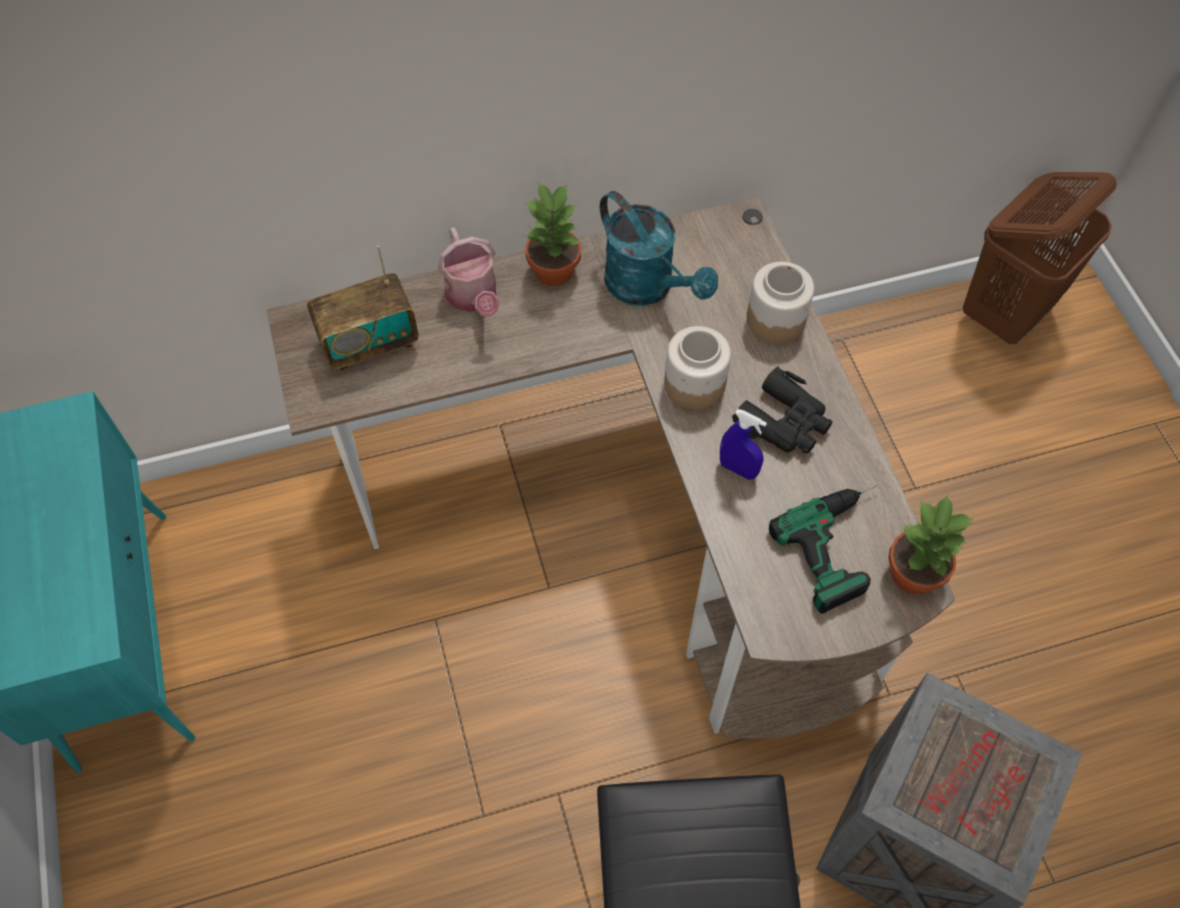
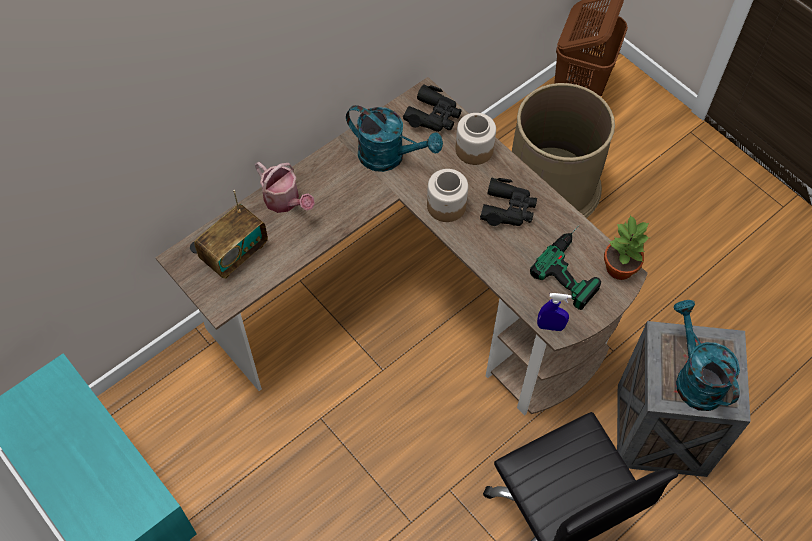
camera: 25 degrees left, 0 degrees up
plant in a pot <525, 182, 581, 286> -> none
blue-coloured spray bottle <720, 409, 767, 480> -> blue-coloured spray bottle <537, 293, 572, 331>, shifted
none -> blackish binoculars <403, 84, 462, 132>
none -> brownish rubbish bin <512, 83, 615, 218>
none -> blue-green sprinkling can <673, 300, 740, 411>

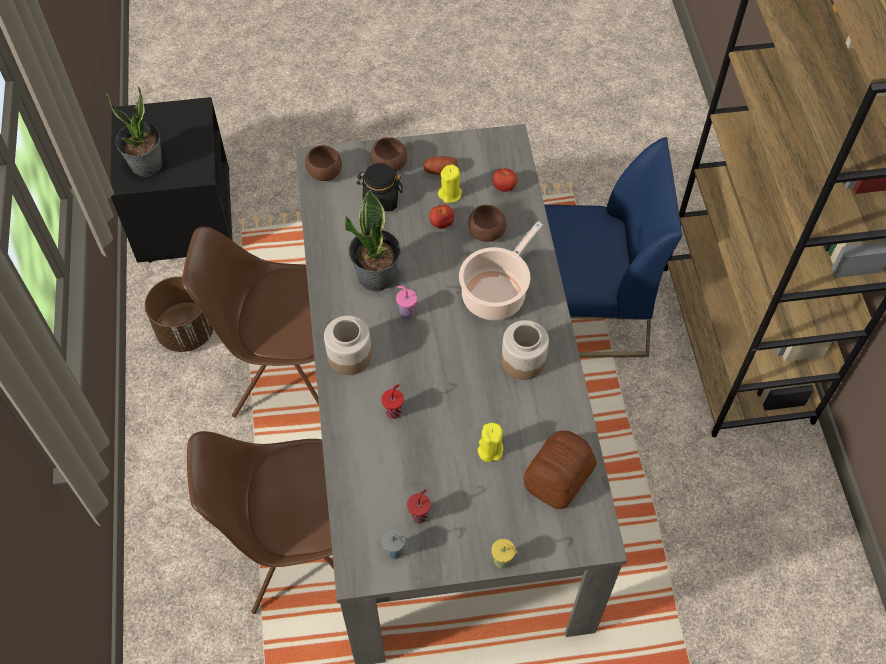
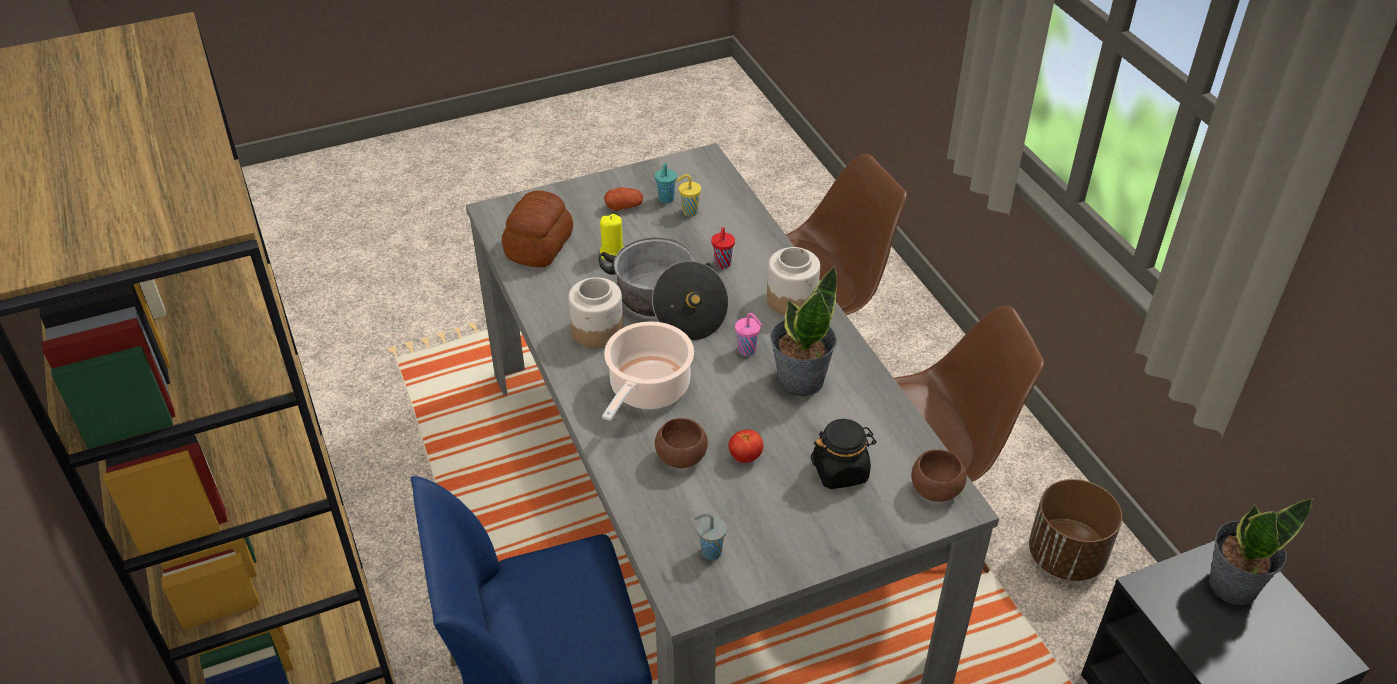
camera: 165 degrees right, 15 degrees down
brownish serving bowl <371, 137, 408, 171> -> none
greyish drinking cup <382, 529, 406, 559> -> greyish drinking cup <694, 513, 727, 560>, shifted
red drinking cup <407, 489, 431, 523> -> blue-green drinking cup <655, 163, 677, 204>
spud <423, 156, 457, 175> -> spud <604, 187, 643, 211>, shifted
yellow-coloured wax light <438, 164, 462, 203> -> none
yellow-coloured drinking cup <491, 539, 518, 569> -> yellow-coloured drinking cup <676, 174, 701, 217>, shifted
whole tomato <493, 169, 517, 192> -> none
none -> saucepot <598, 237, 729, 341>

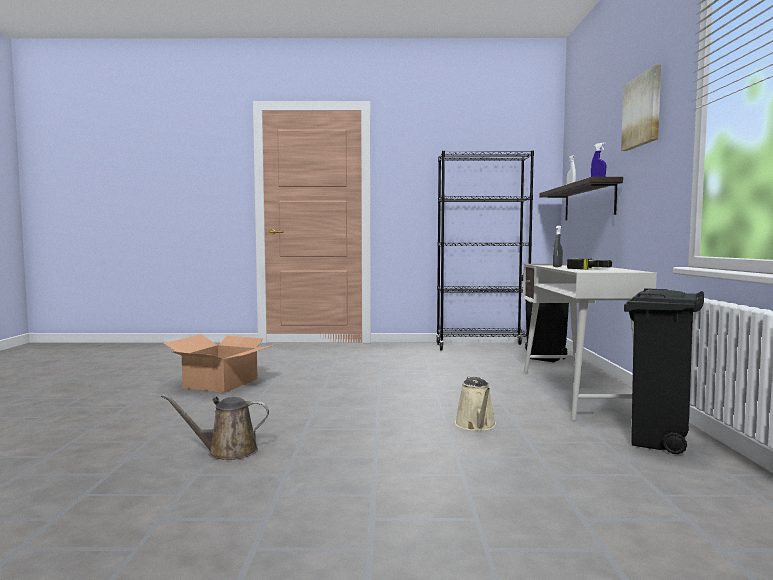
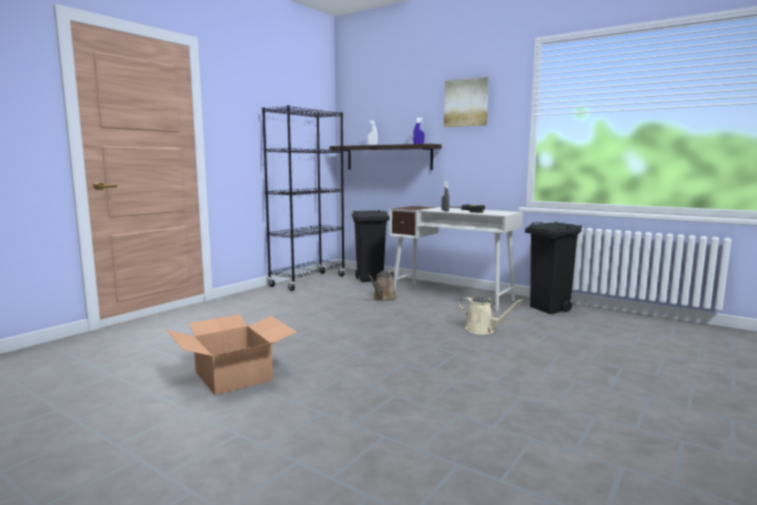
camera: 55 degrees left, 5 degrees up
brownish sprinkling can <161, 394, 269, 460> -> brownish sprinkling can <368, 271, 397, 301>, shifted

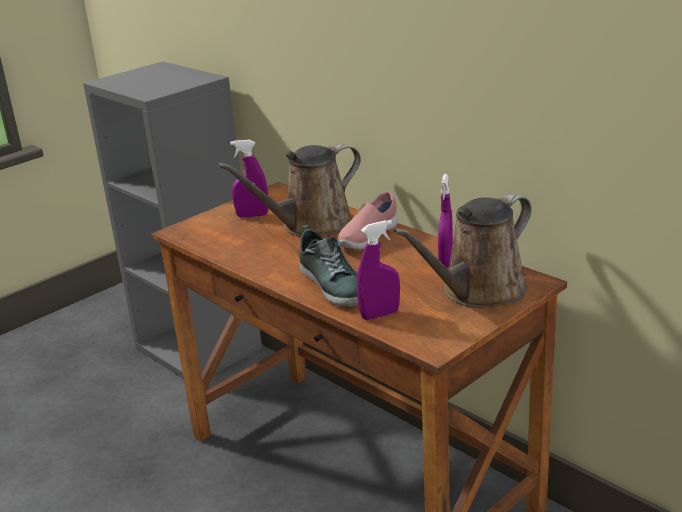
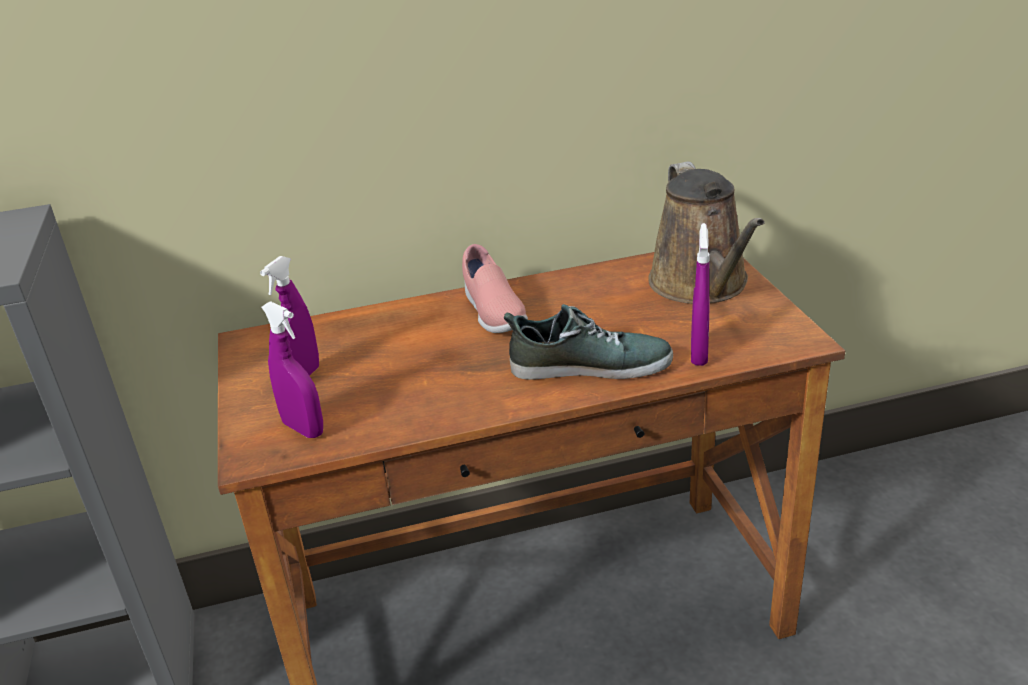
camera: 60 degrees left, 5 degrees up
brownish sprinkling can <217, 144, 361, 237> -> none
purplish spray bottle <438, 174, 453, 267> -> purplish spray bottle <261, 301, 323, 438>, shifted

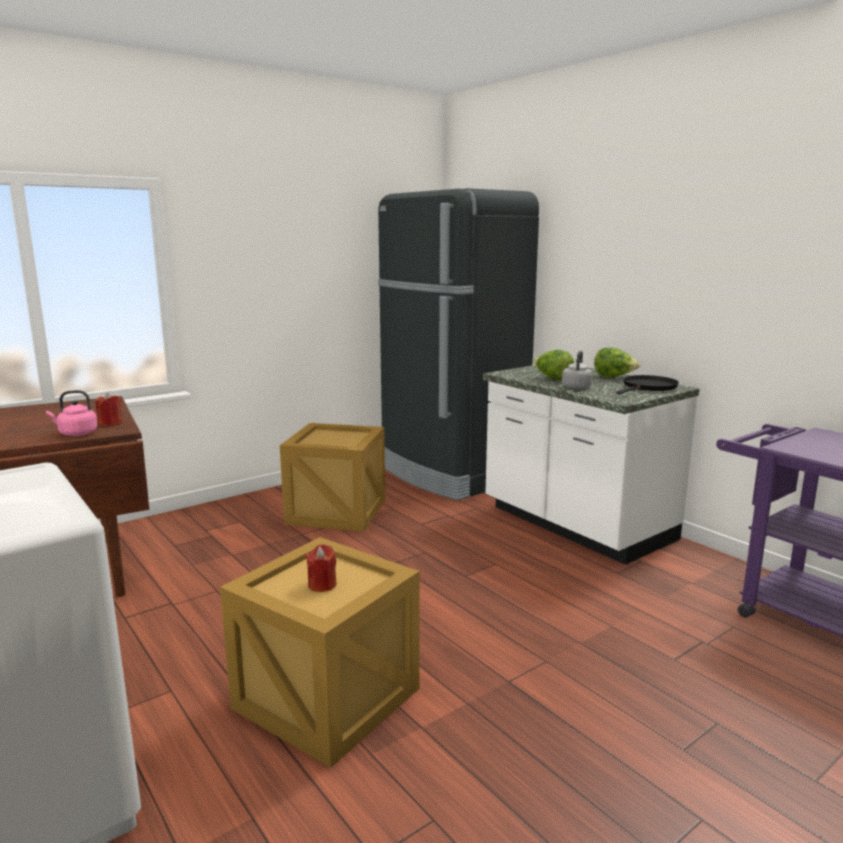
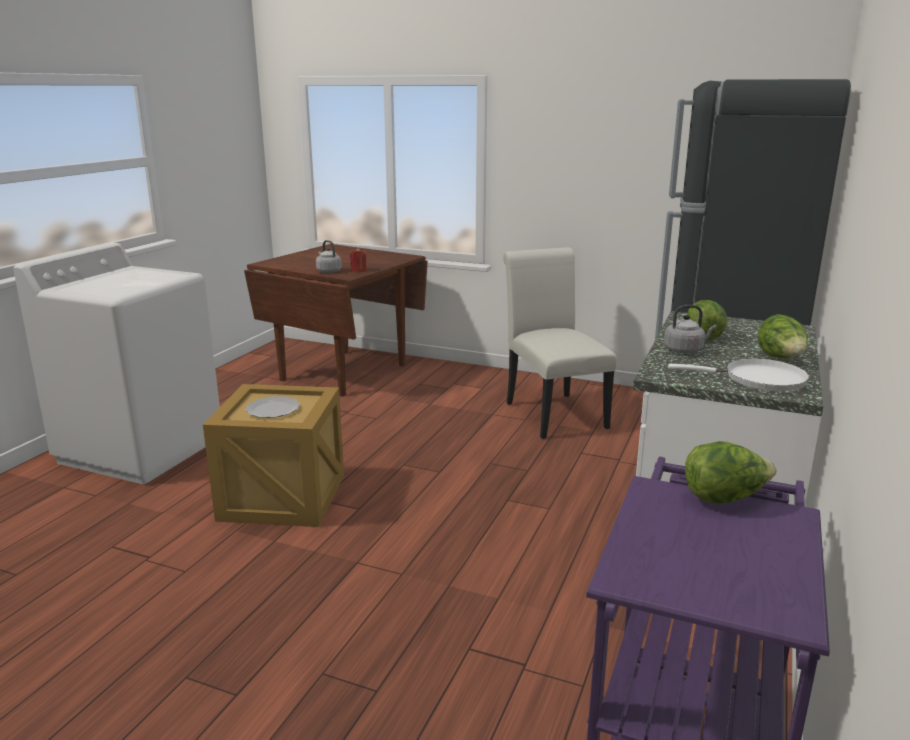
camera: 60 degrees right, 5 degrees up
pink-coloured water kettle <46, 390, 98, 436> -> greyish water kettle <316, 240, 342, 273>
packing crate <280, 423, 385, 532> -> whitish upright chair <503, 247, 617, 439>
red wax light <306, 544, 337, 592> -> flat dish <245, 396, 300, 418>
blackish skillet <616, 375, 679, 394> -> whitish skillet <668, 358, 809, 391>
none -> lettuce <685, 441, 777, 503>

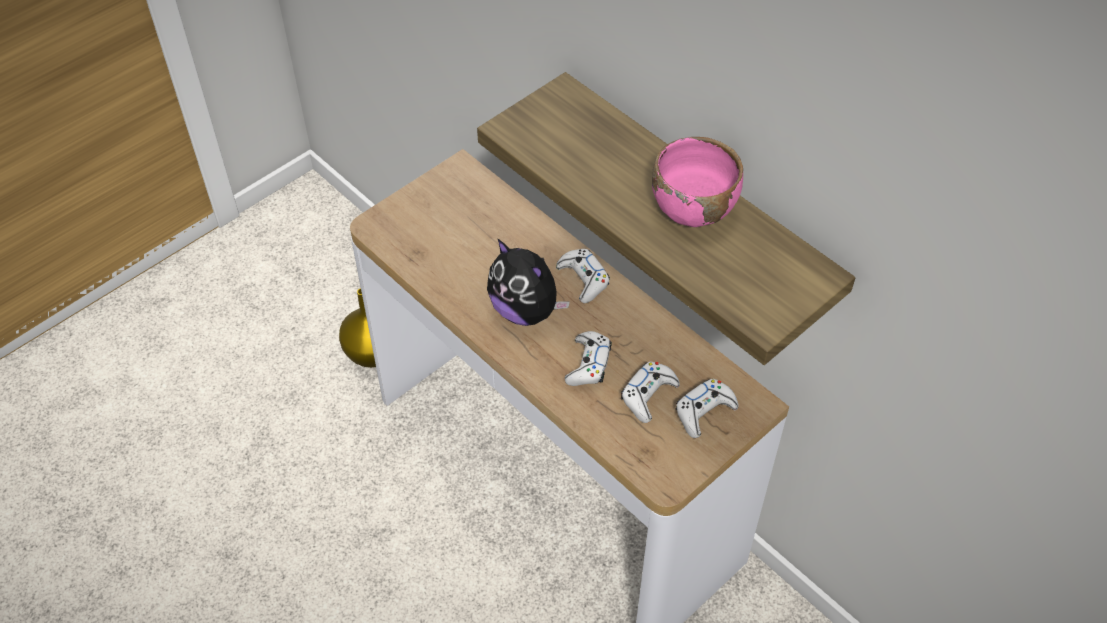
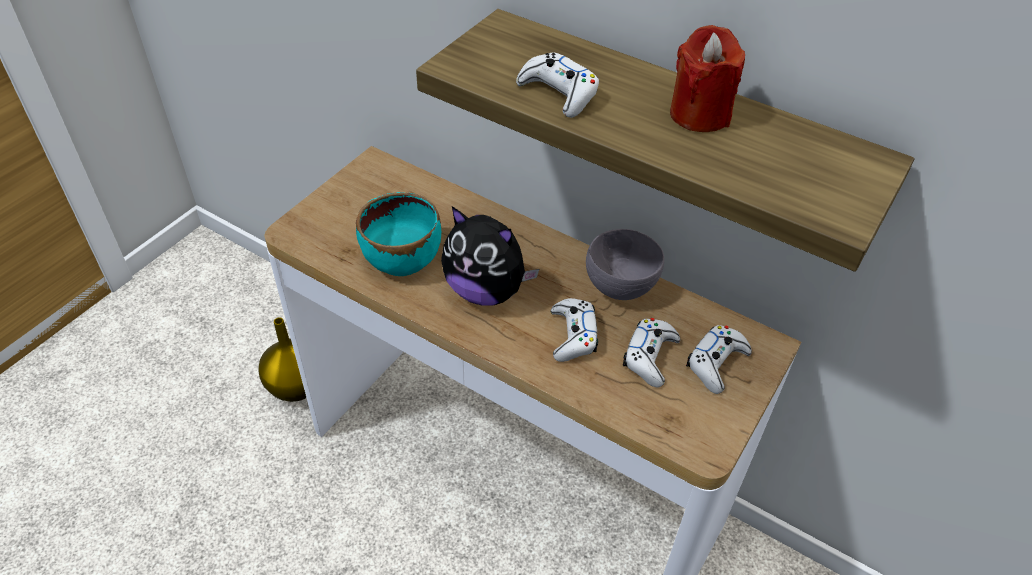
camera: 15 degrees left, 5 degrees down
whitish joypad <556, 249, 610, 303> -> whitish joypad <516, 53, 599, 118>, shifted
pink-coloured serving bowl <652, 137, 743, 227> -> red wax light <670, 25, 745, 132>
none -> blue-green serving bowl <356, 192, 441, 276>
none -> greyish serving bowl <586, 229, 664, 300>

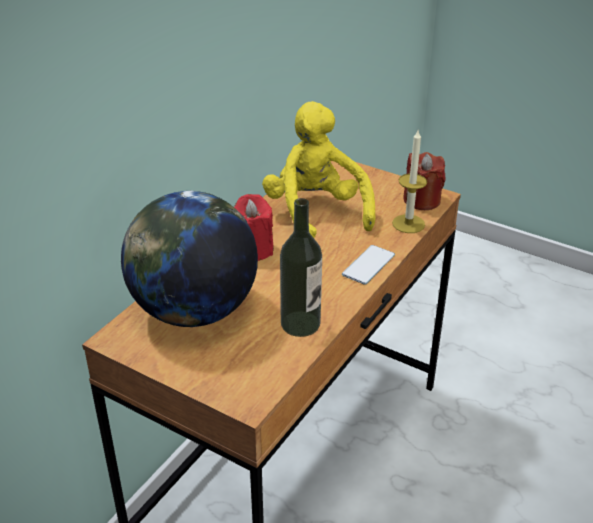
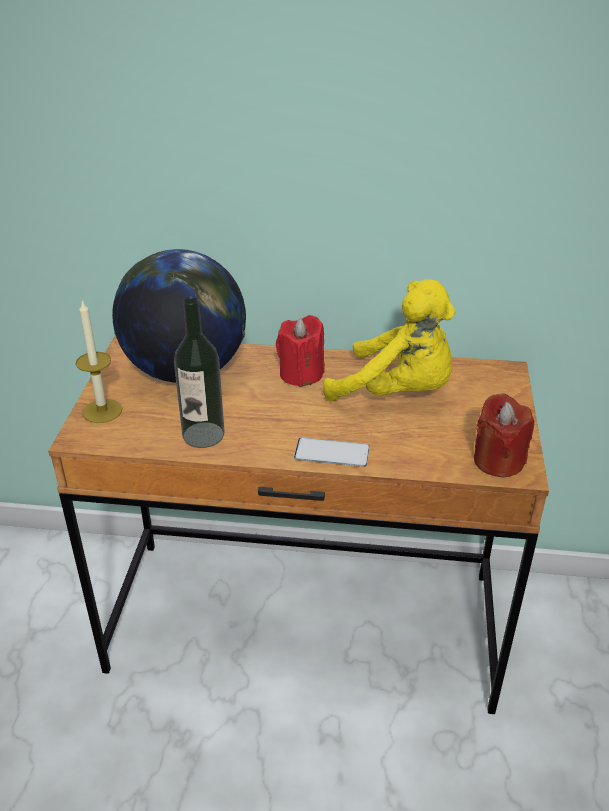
camera: 65 degrees right, 0 degrees up
yellow-coloured plush toy <262, 101, 376, 238> -> yellow-coloured plush toy <323, 279, 455, 402>, 75 degrees clockwise
wax light <392, 130, 428, 233> -> wax light <76, 300, 122, 423>, shifted

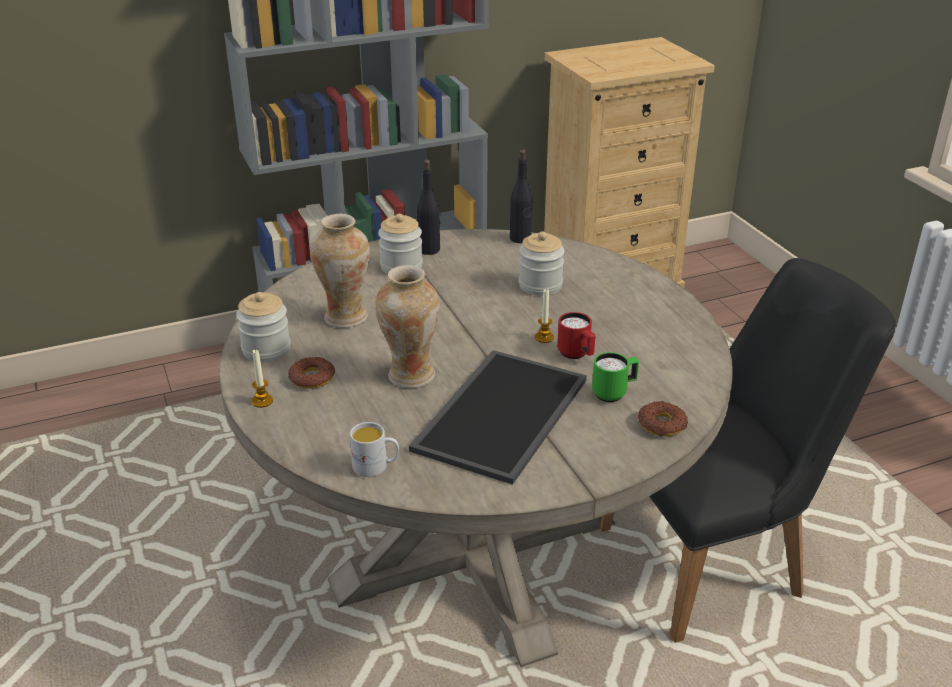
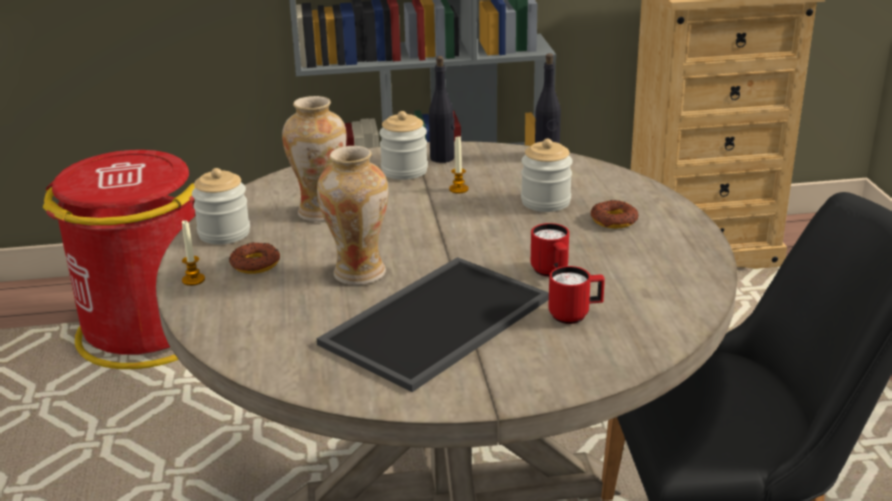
camera: 15 degrees right, 5 degrees down
whitish coffee mug <350, 422, 399, 477> -> none
wax light <535, 288, 554, 343> -> wax light <449, 137, 469, 193>, shifted
green-coloured coffee mug <592, 352, 639, 402> -> red coffee mug <548, 266, 605, 324>
ring doughnut <638, 401, 688, 436> -> ring doughnut <591, 200, 638, 229>, shifted
none -> red rubbish bin <43, 150, 196, 369>

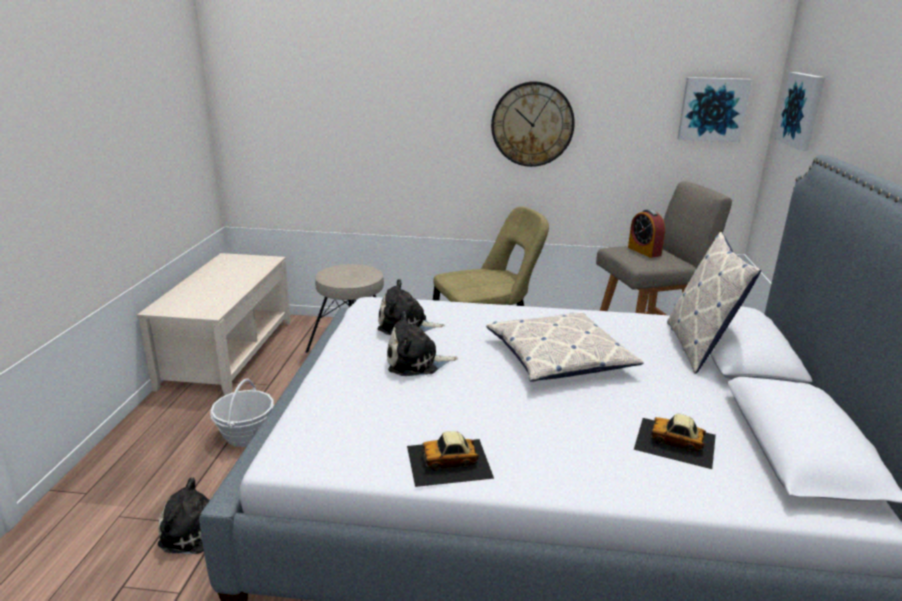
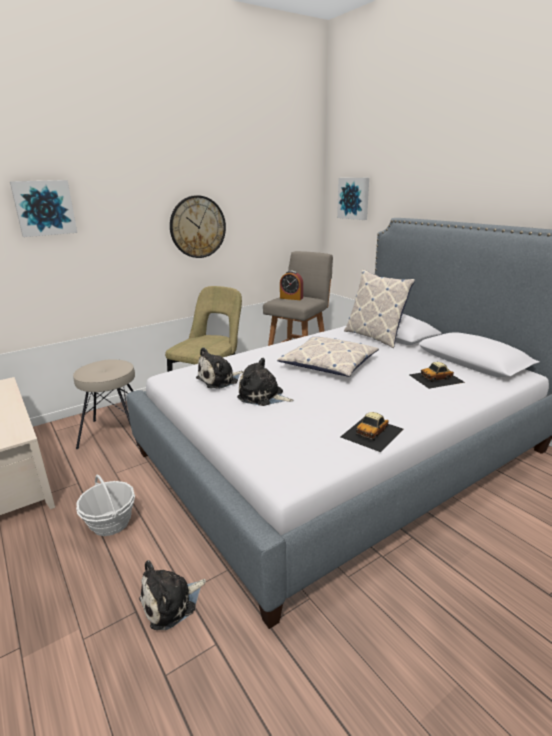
camera: 40 degrees left, 0 degrees up
plush toy <387, 311, 458, 376> -> plush toy <237, 358, 293, 406>, 75 degrees clockwise
wall art <677, 77, 752, 142> -> wall art <10, 180, 77, 237>, shifted

